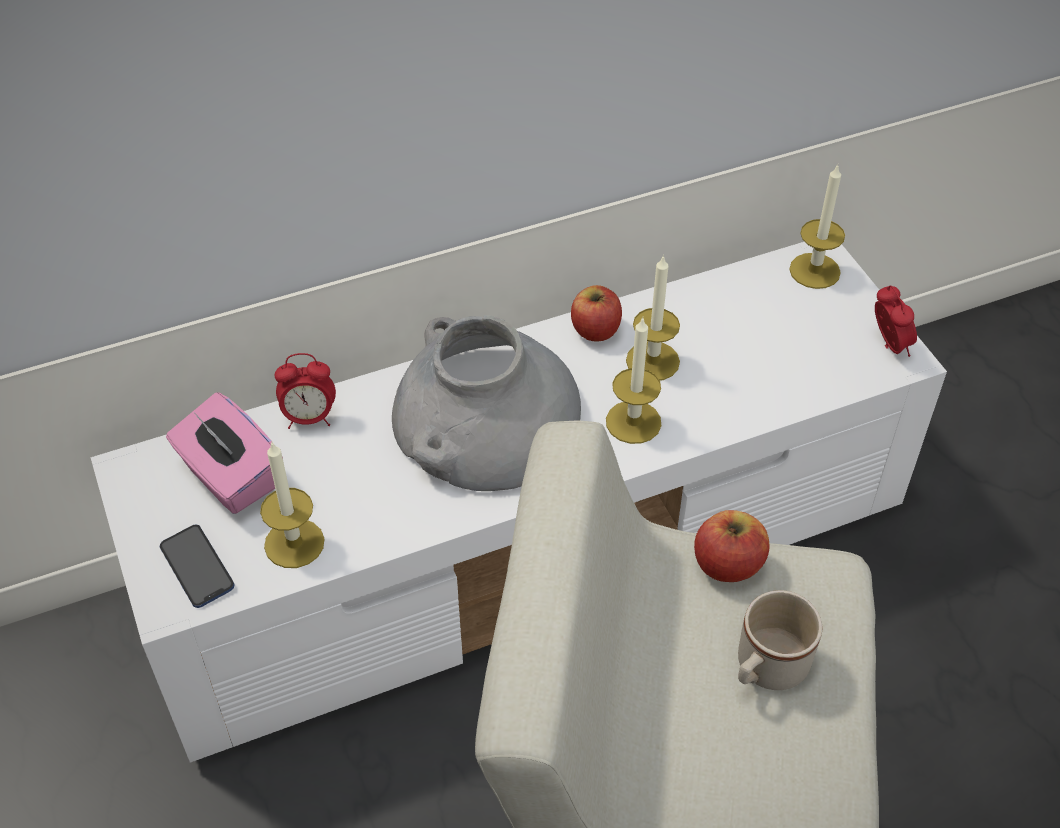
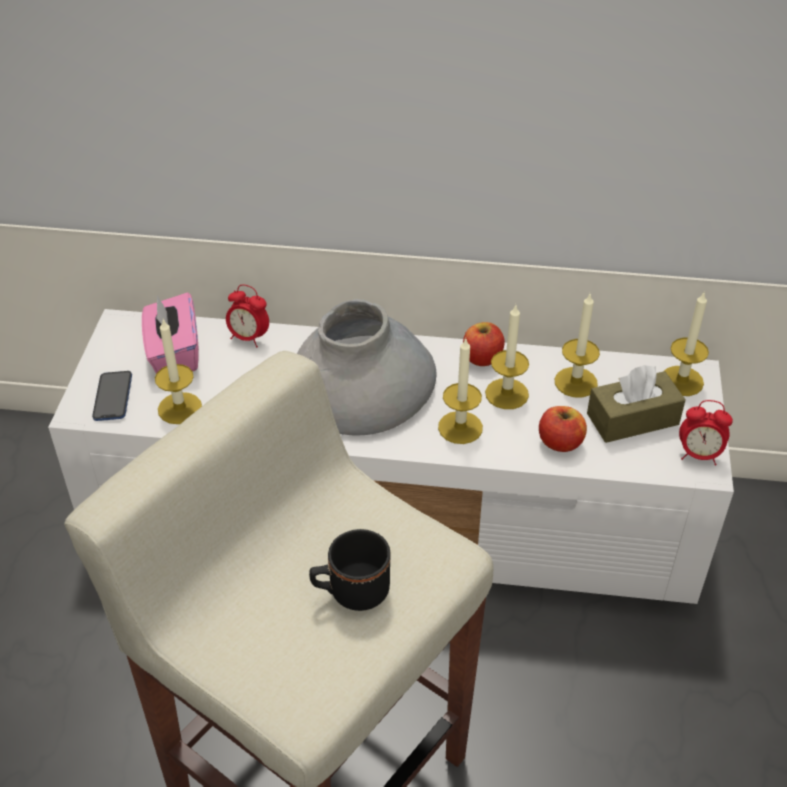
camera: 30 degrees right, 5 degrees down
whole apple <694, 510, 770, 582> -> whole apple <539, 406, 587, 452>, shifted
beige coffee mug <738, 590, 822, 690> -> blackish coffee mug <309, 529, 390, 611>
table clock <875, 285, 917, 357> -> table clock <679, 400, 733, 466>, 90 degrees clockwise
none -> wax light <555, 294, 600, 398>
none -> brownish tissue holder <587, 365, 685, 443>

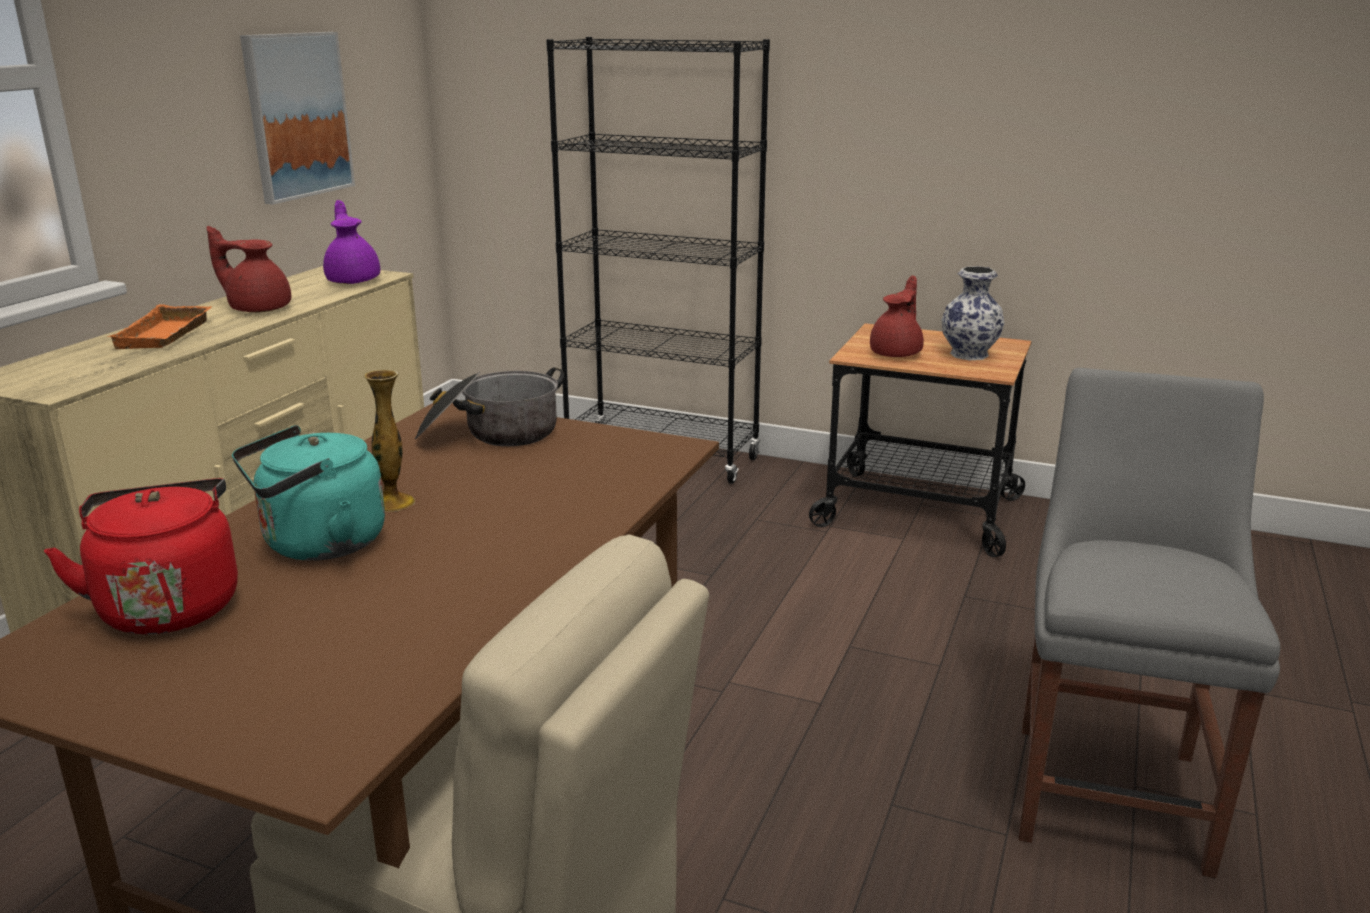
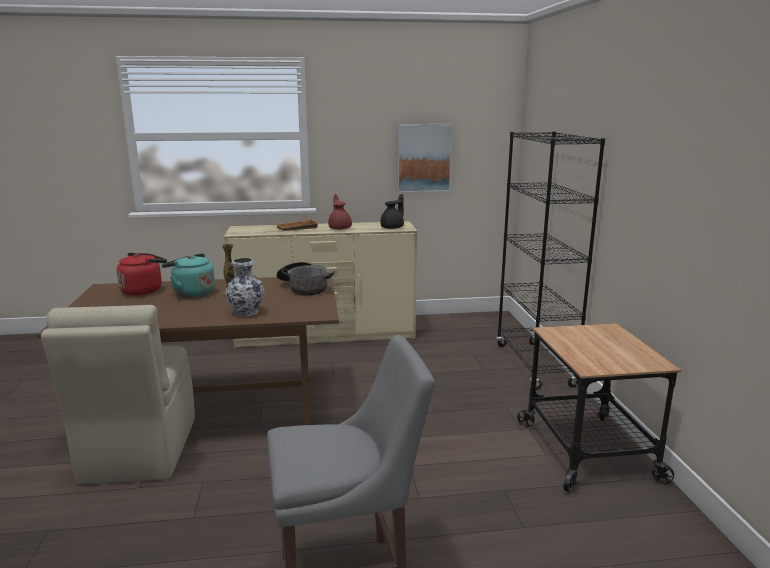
camera: 60 degrees right, 5 degrees down
purplish tea pot <323, 200, 380, 284> -> blackish tea pot <380, 194, 404, 229>
red tea pot <870, 276, 924, 357> -> none
flower vase <941, 266, 1004, 360> -> flower vase <225, 258, 265, 317>, shifted

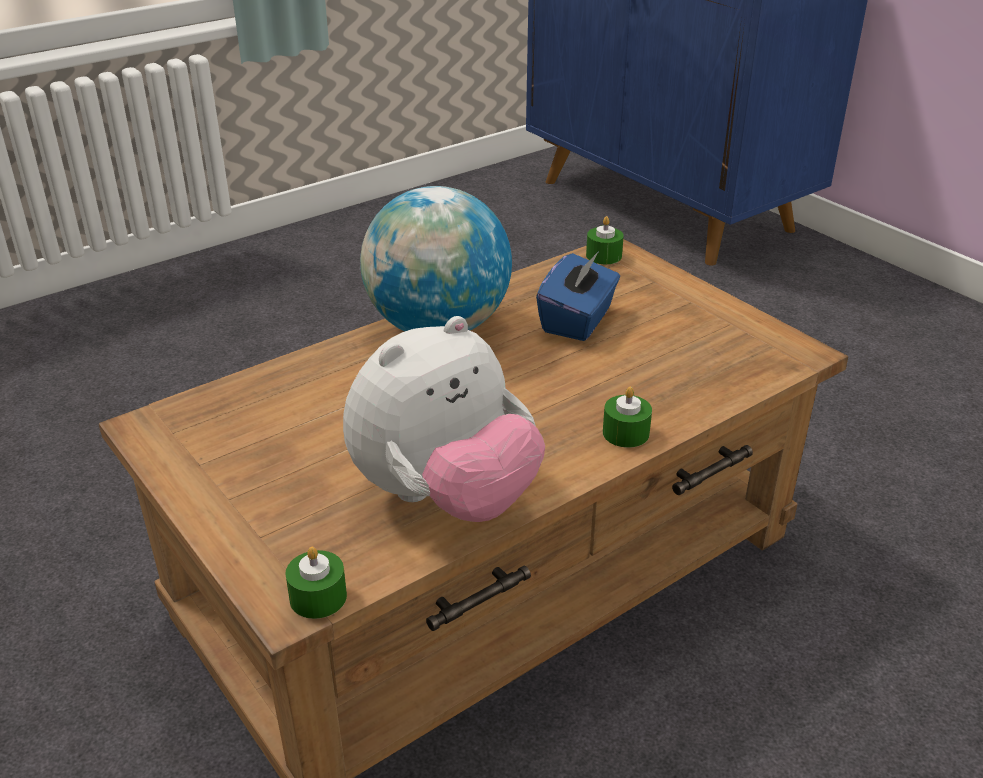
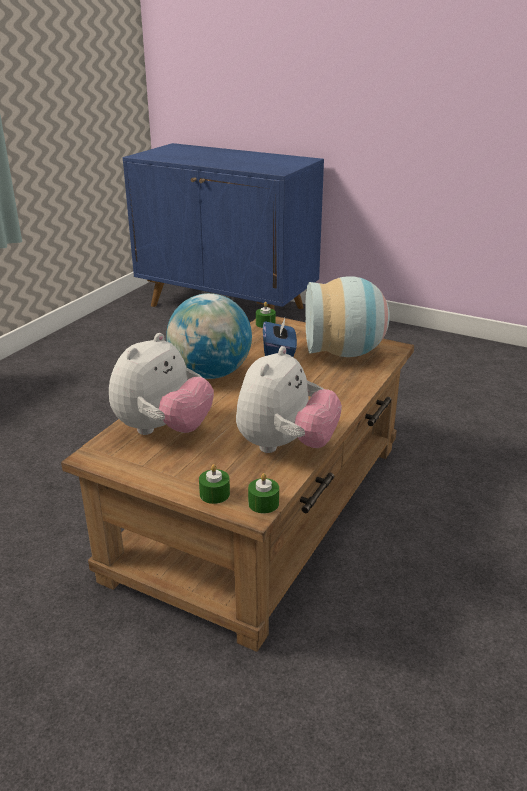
camera: 25 degrees left, 5 degrees down
green-coloured wax light <603, 387, 652, 448> -> green-coloured wax light <199, 464, 230, 504>, shifted
none -> plush toy <109, 333, 214, 435>
none -> flower vase <305, 276, 390, 357>

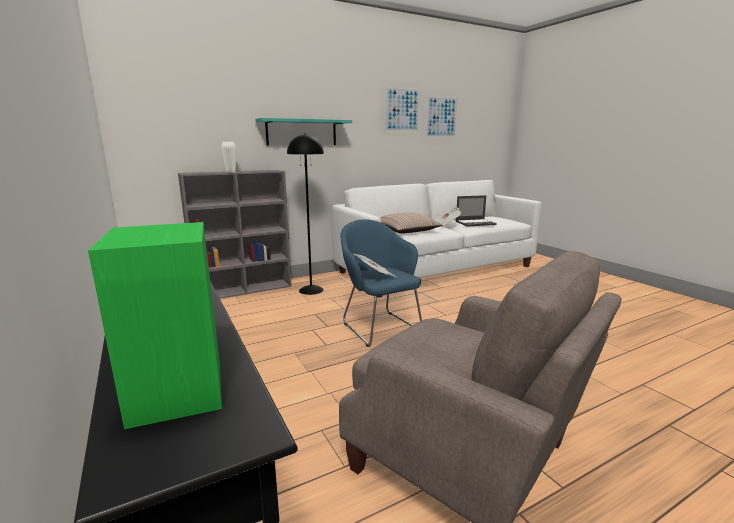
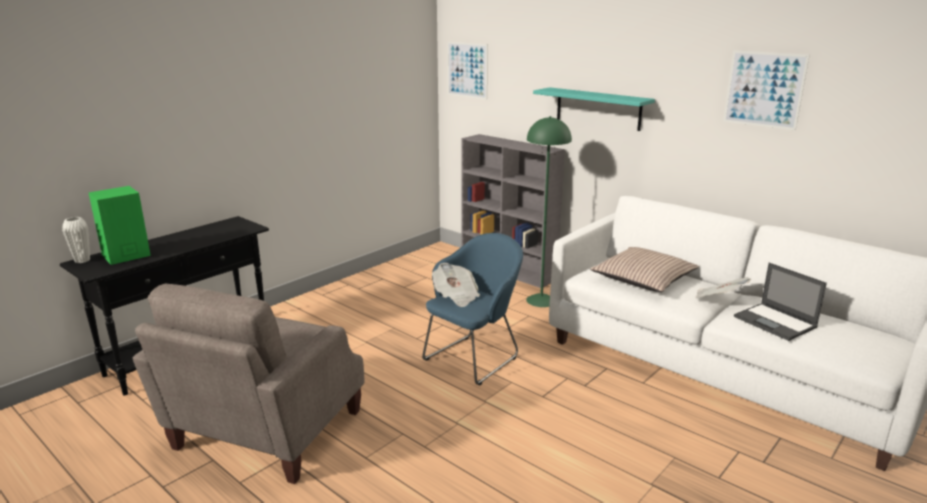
camera: 70 degrees right, 5 degrees up
whitish flower vase <221, 142, 236, 172> -> whitish flower vase <62, 217, 90, 263>, shifted
blackish floor lamp <287, 134, 324, 295> -> green-coloured floor lamp <526, 116, 572, 307>
wall art <425, 95, 458, 138> -> wall art <447, 42, 488, 100>, shifted

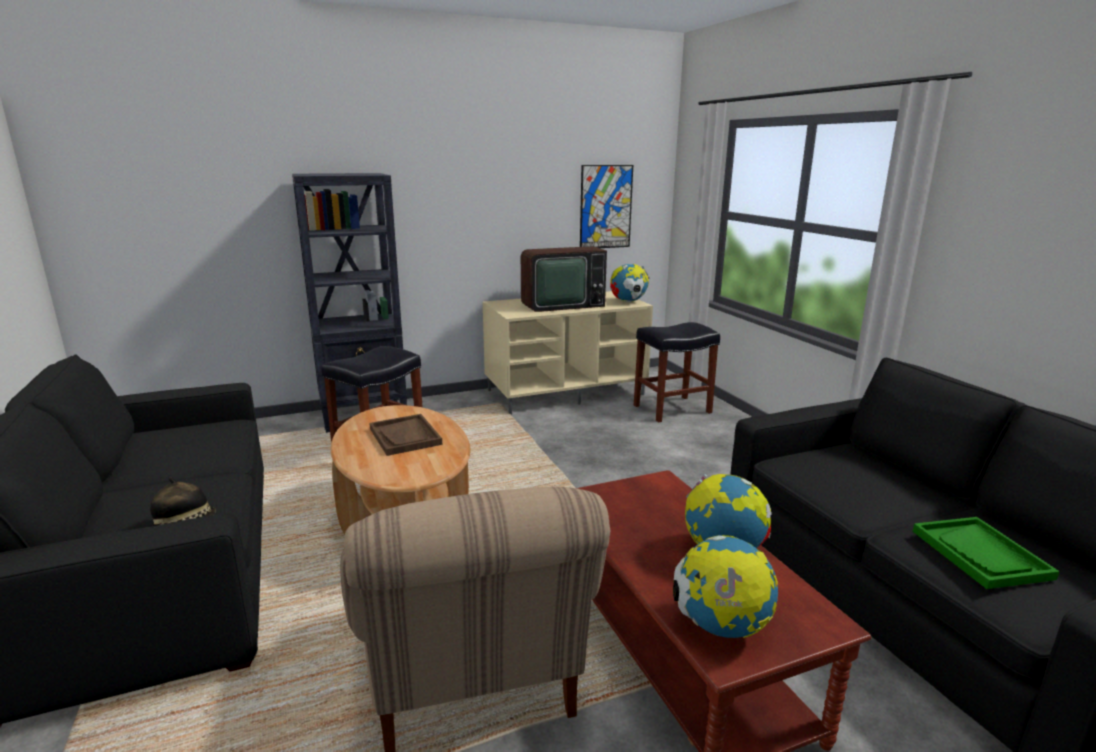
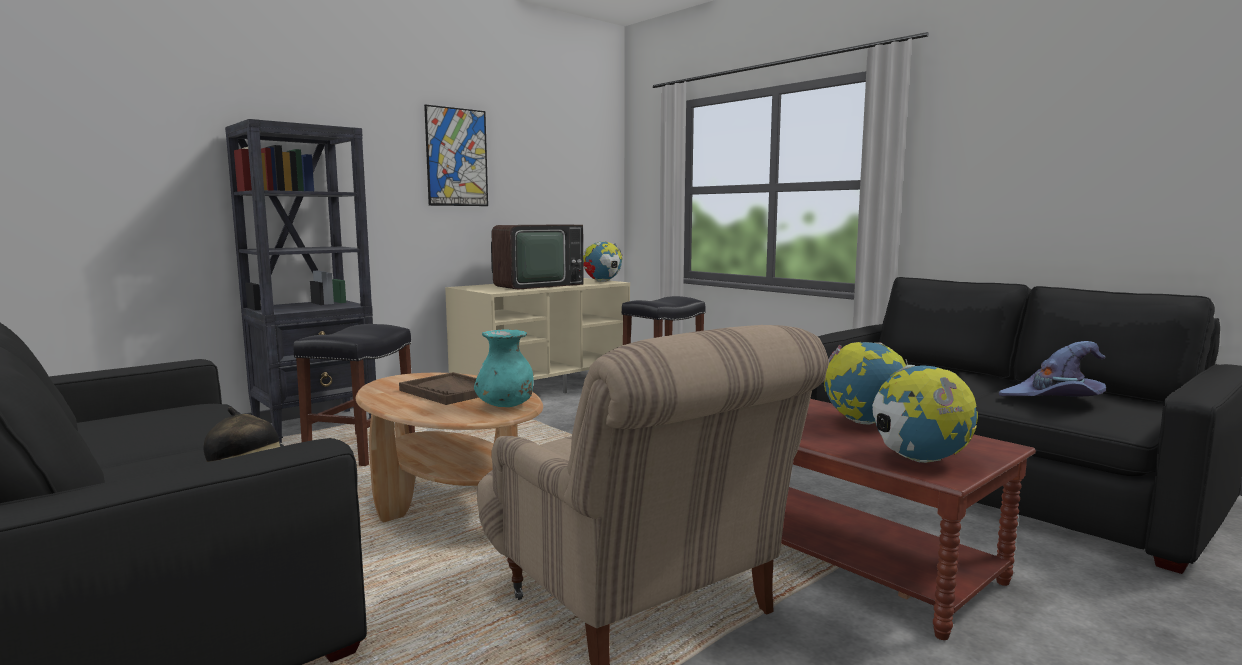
camera: 20 degrees left, 10 degrees down
wall art <580, 165, 633, 248> -> wall art <424, 105, 488, 206>, shifted
green-coloured tray <913, 517, 1060, 589> -> purplish clothing hat <999, 341, 1106, 397>
none -> blue-green flower vase <474, 330, 534, 407>

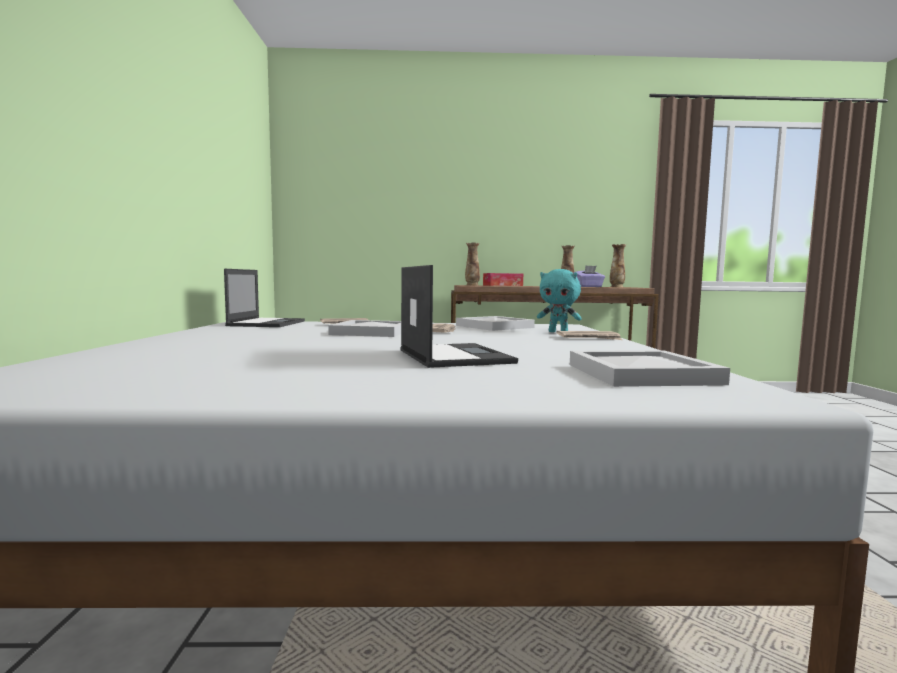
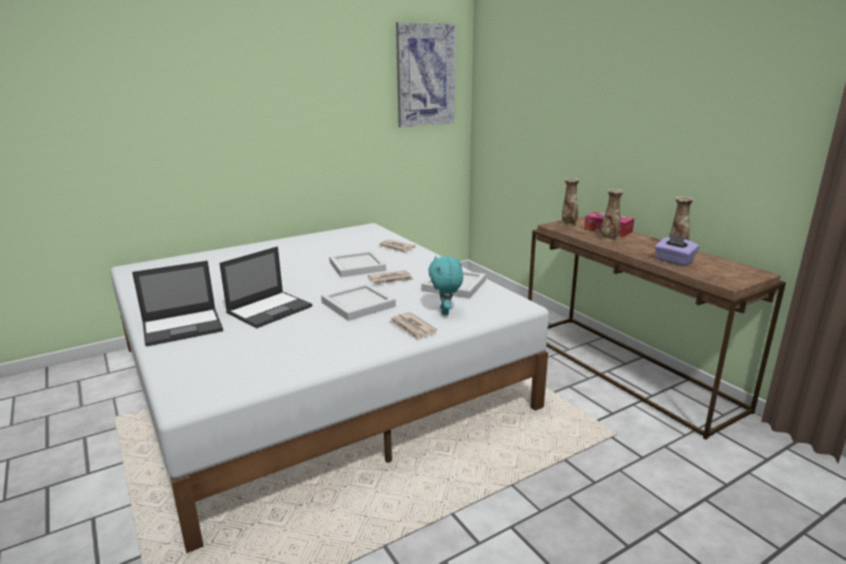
camera: 60 degrees right, 15 degrees up
laptop <224, 269, 305, 327> -> laptop <132, 261, 223, 347>, shifted
whitish tray <570, 350, 730, 387> -> whitish tray <321, 283, 396, 321>, shifted
flower vase <610, 244, 626, 287> -> flower vase <601, 189, 624, 242>, shifted
none -> wall art <396, 22, 456, 127>

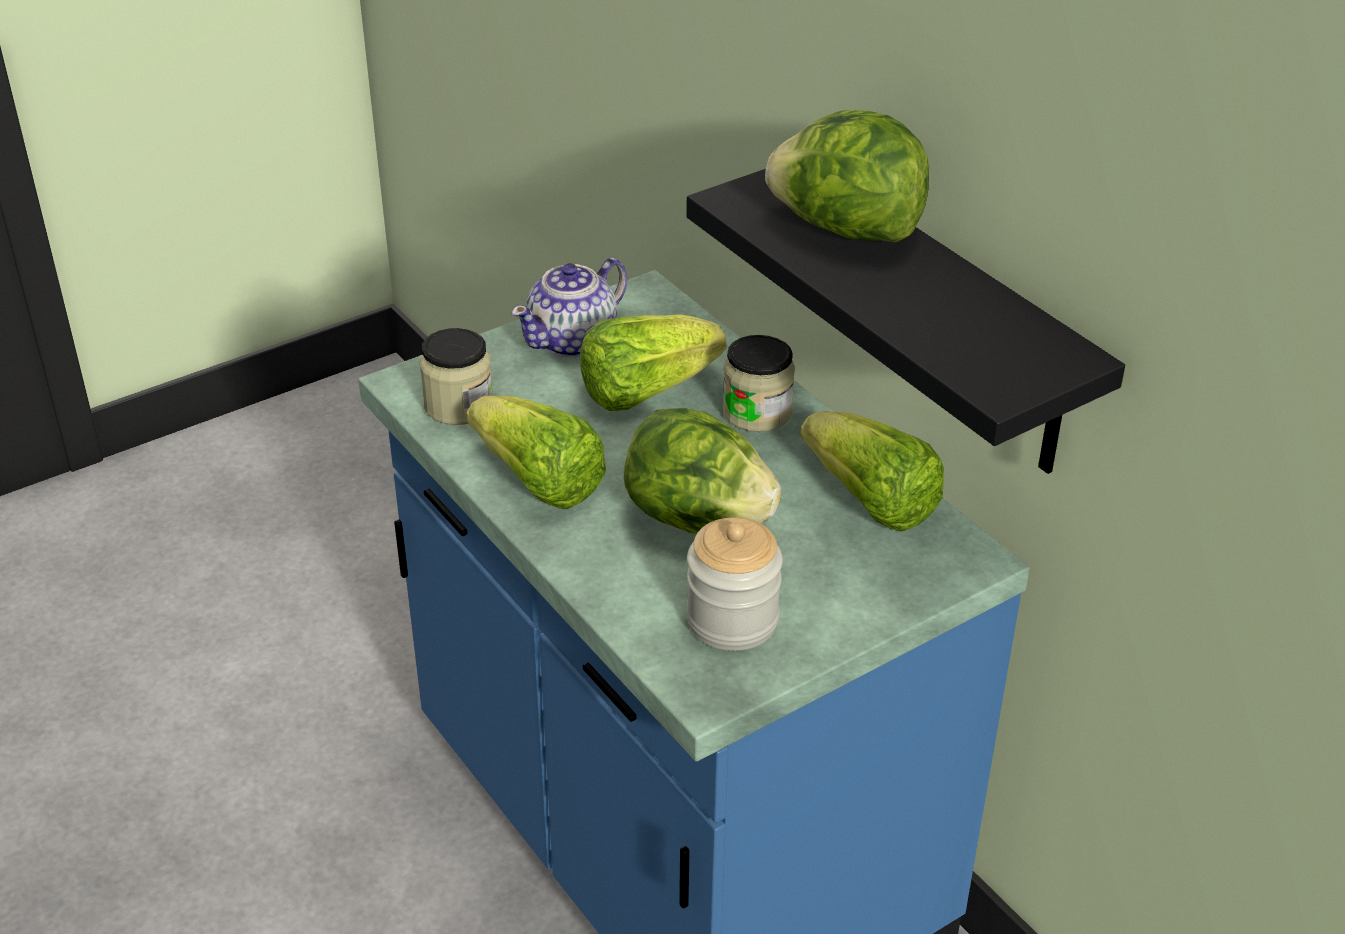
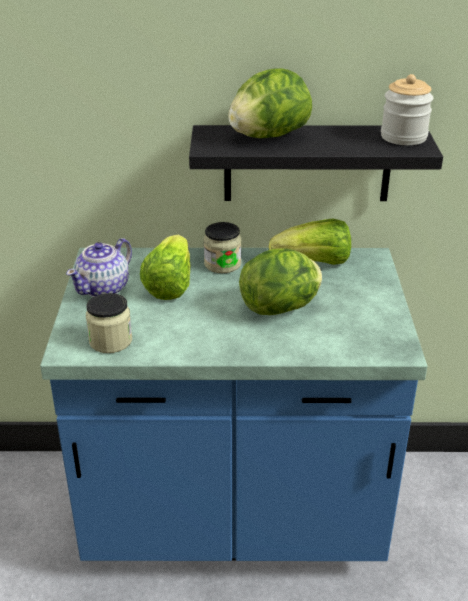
camera: 55 degrees left, 5 degrees down
lettuce <467, 395, 606, 509> -> none
tea pot <511, 258, 628, 358> -> tea pot <66, 238, 132, 297>, 45 degrees clockwise
preserve jar <686, 517, 783, 651> -> preserve jar <381, 74, 433, 145>, shifted

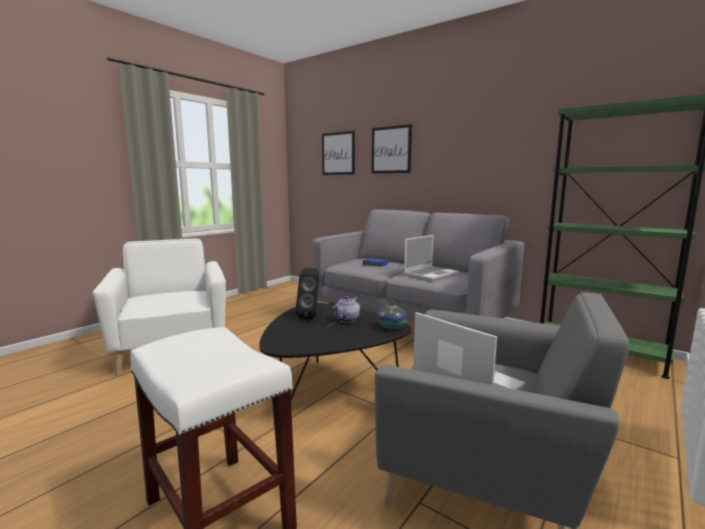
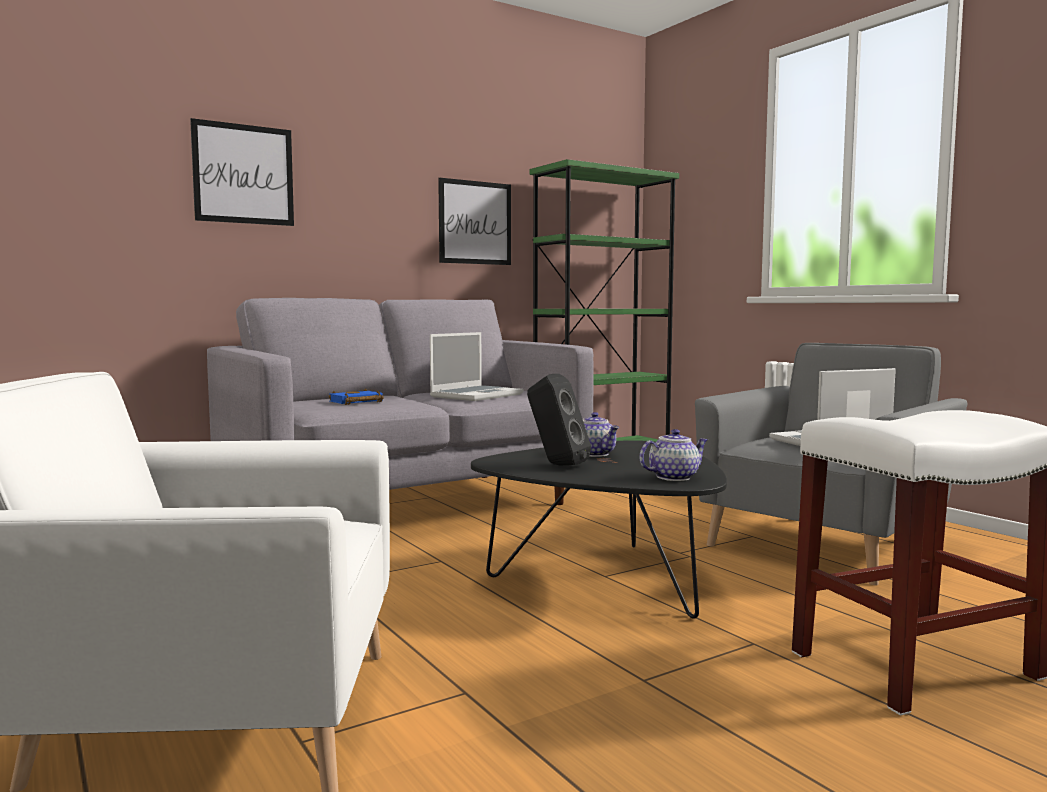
camera: 70 degrees left, 5 degrees down
wall art <322, 131, 355, 175> -> wall art <438, 178, 511, 265>, shifted
flower vase <378, 303, 406, 329> -> none
laptop <404, 235, 459, 281> -> laptop <430, 332, 523, 401>, 60 degrees clockwise
none -> tea pot <639, 429, 708, 481>

